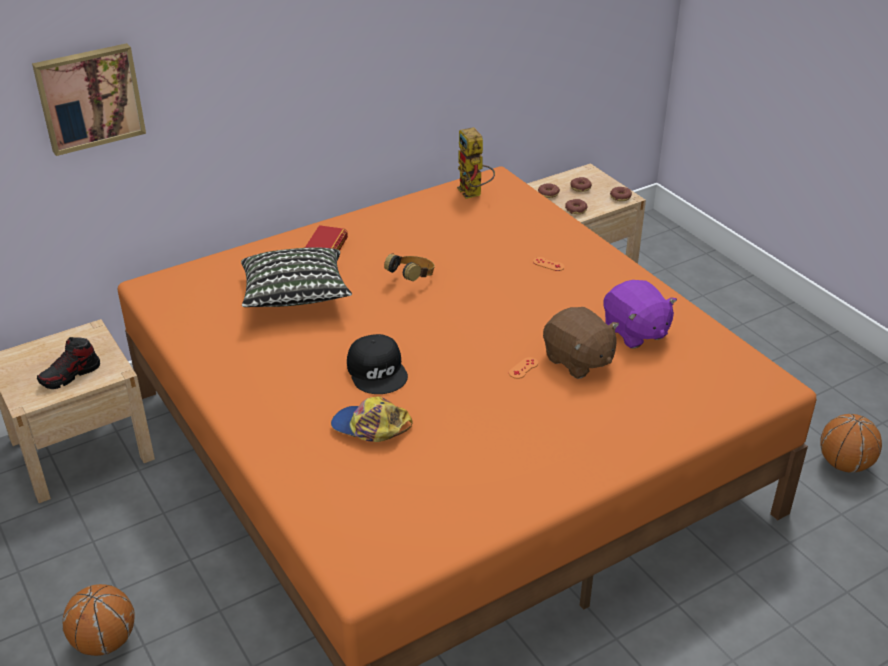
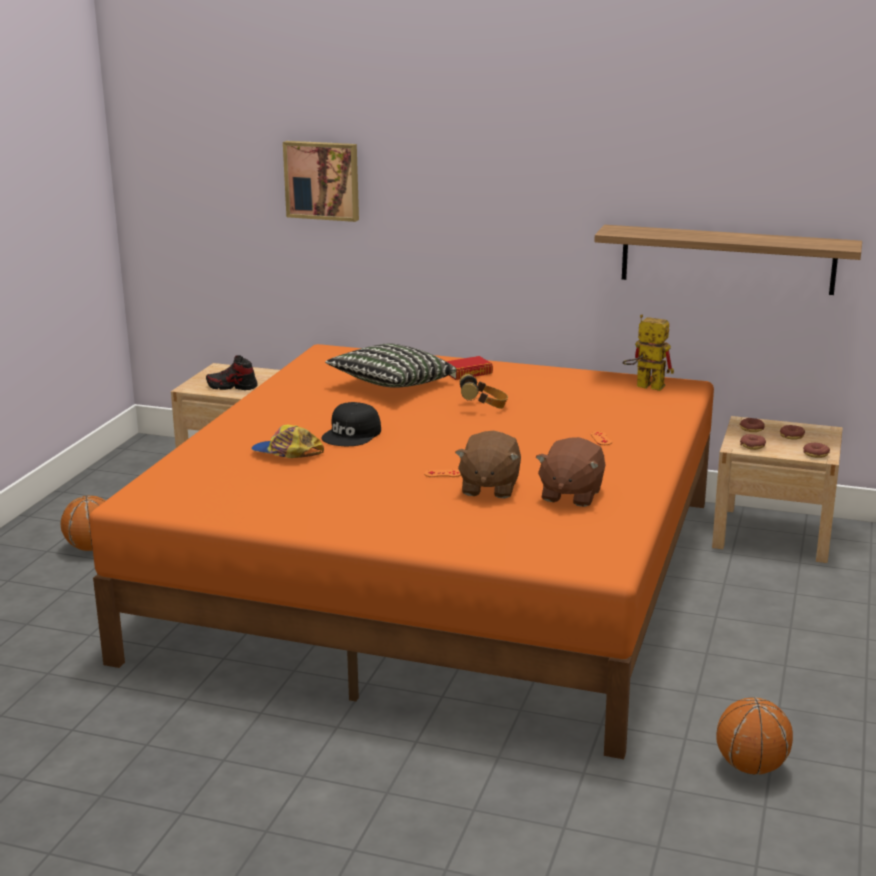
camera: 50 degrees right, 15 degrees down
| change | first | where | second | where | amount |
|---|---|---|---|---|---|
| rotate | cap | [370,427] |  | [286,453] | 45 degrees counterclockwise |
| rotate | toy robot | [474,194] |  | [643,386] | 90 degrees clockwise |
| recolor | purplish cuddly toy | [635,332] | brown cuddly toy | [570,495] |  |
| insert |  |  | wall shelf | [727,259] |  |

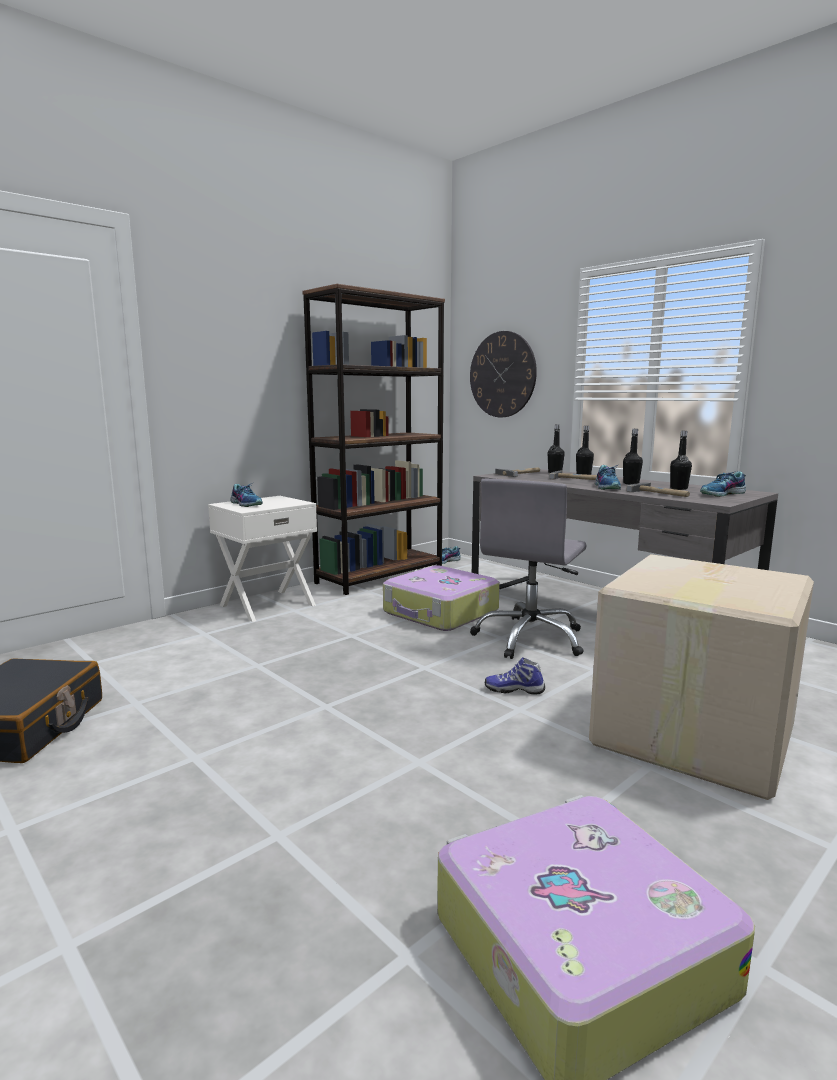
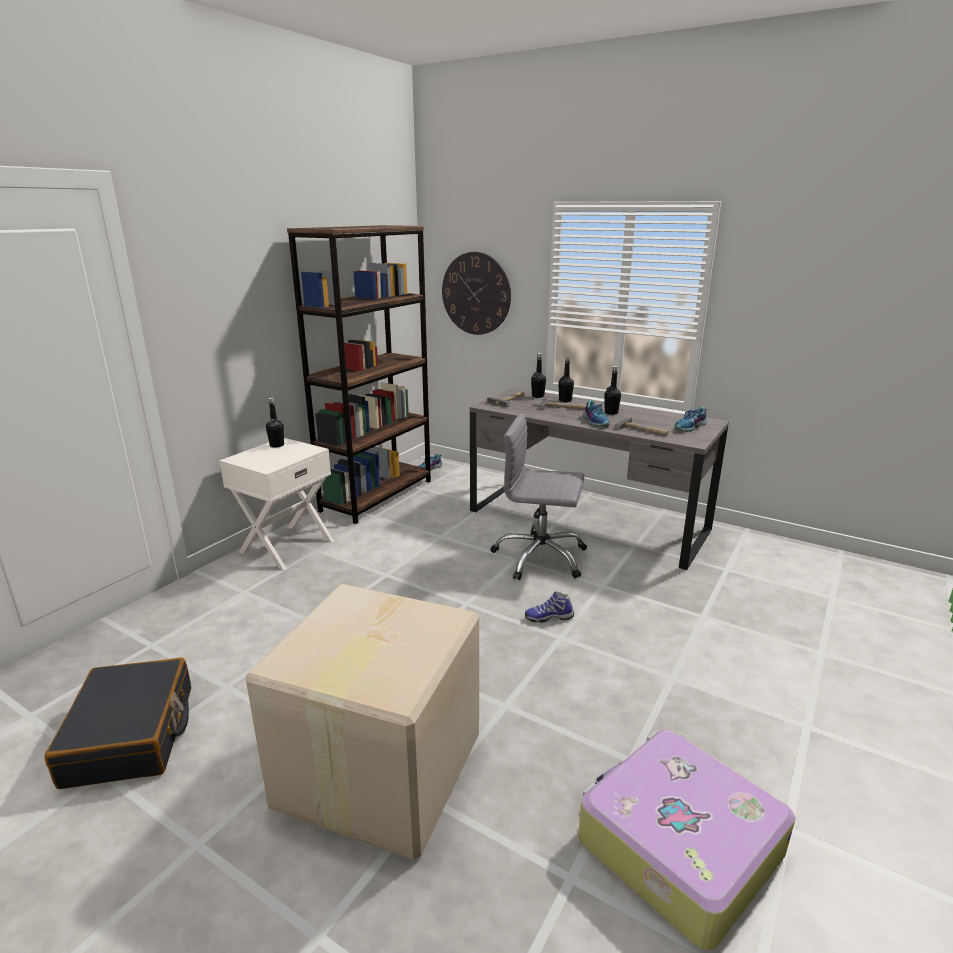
camera: 15 degrees left, 10 degrees up
| change | first | where | second | where | amount |
|---|---|---|---|---|---|
| delete | low shoe | [246,504] |  |  |  |
| delete | travel case | [440,612] |  |  |  |
| rotate | gray desk chair | [530,638] |  | [540,557] | 90 degrees clockwise |
| move | packing box | [690,735] |  | [376,771] |  |
| move | black-coloured bottle | [678,488] |  | [277,445] |  |

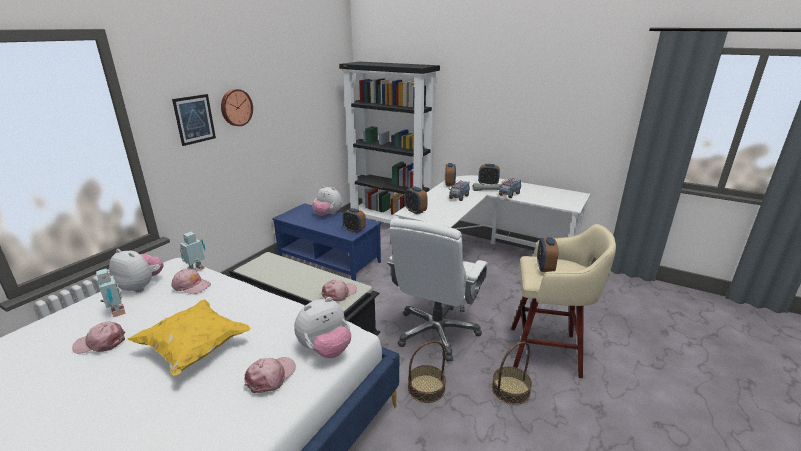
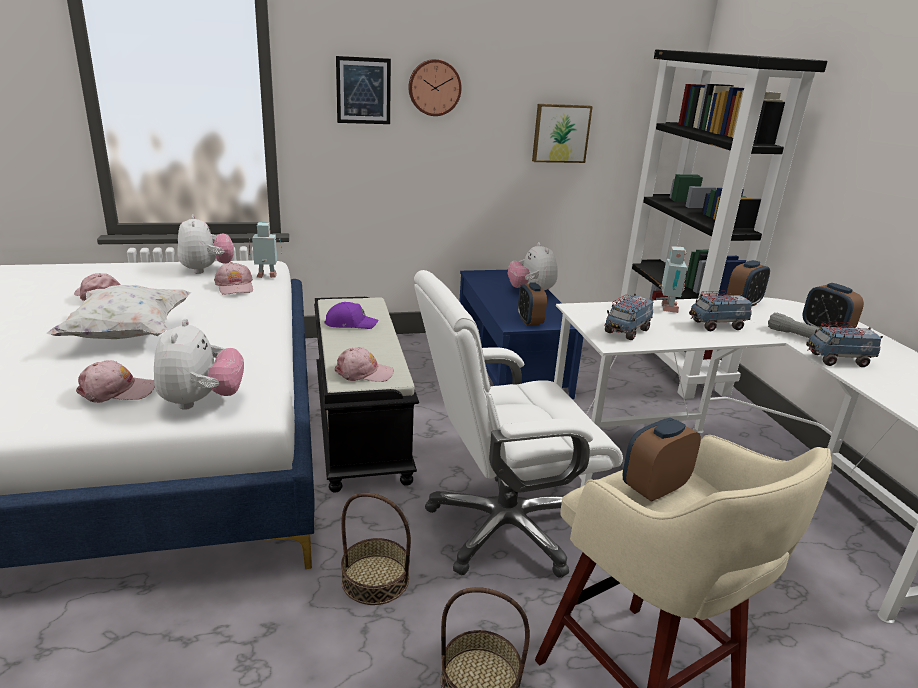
camera: 45 degrees right, 0 degrees up
| change | first | where | second | where | amount |
|---|---|---|---|---|---|
| move | toy robot | [116,313] |  | [667,309] |  |
| recolor | yellow-coloured cushion | [195,349] | white-coloured cushion | [128,334] |  |
| rotate | cuddly toy | [325,350] |  | [201,401] | 105 degrees counterclockwise |
| delete | bedside clock | [415,211] |  |  |  |
| insert |  |  | purplish cap | [350,323] |  |
| insert |  |  | wall art | [560,133] |  |
| insert |  |  | toy lorry | [626,331] |  |

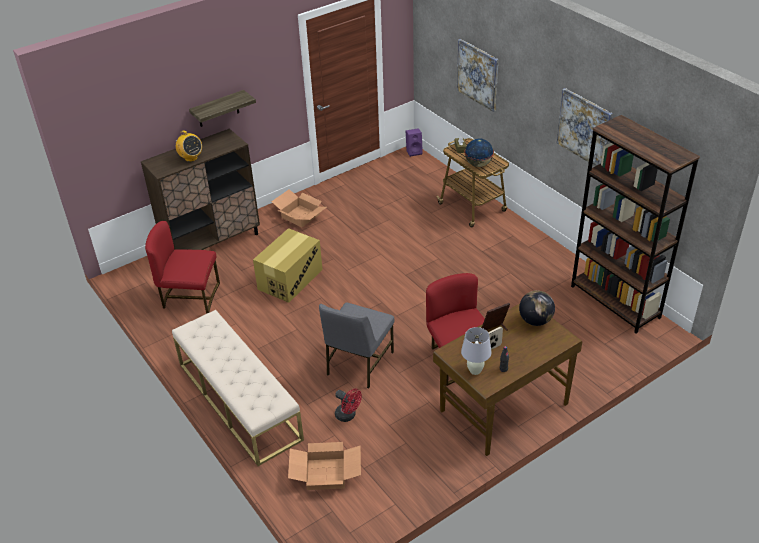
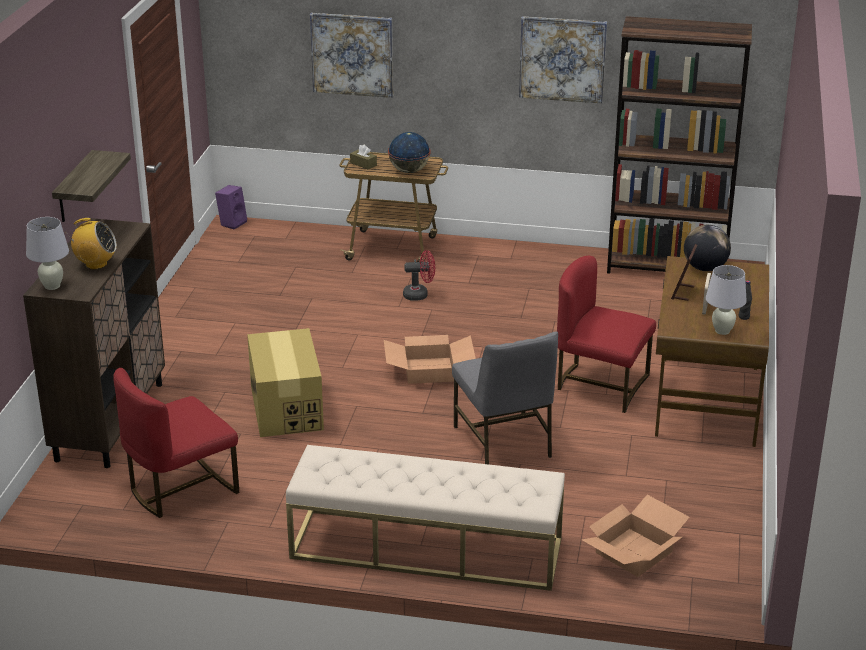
camera: 45 degrees left, 10 degrees down
| change | first | where | second | where | amount |
|---|---|---|---|---|---|
| move | packing box | [301,216] |  | [429,370] |  |
| move | reddish cooling fan | [348,416] |  | [420,295] |  |
| insert |  |  | white-coloured tabletop lamp | [52,286] |  |

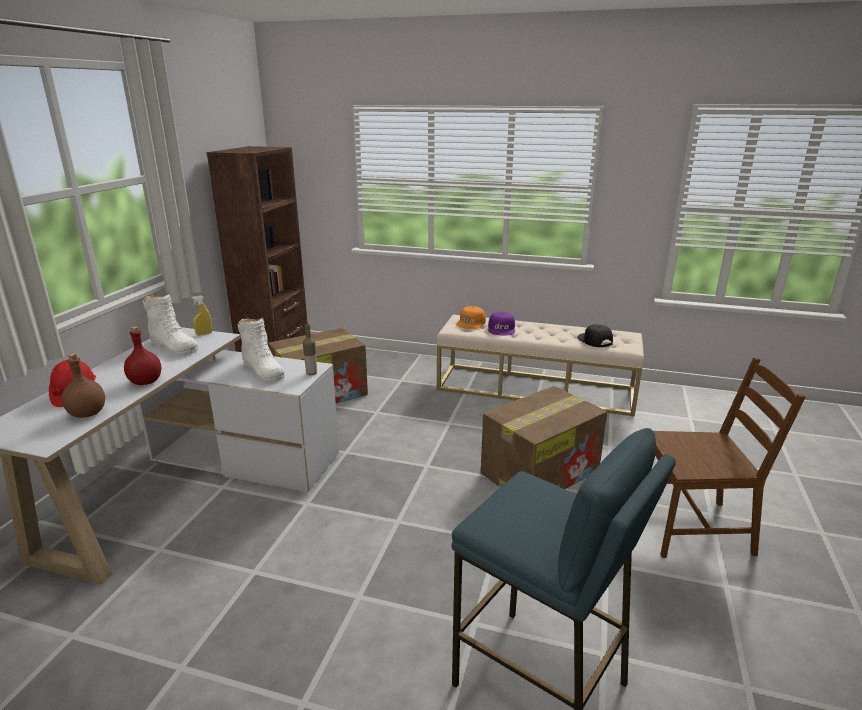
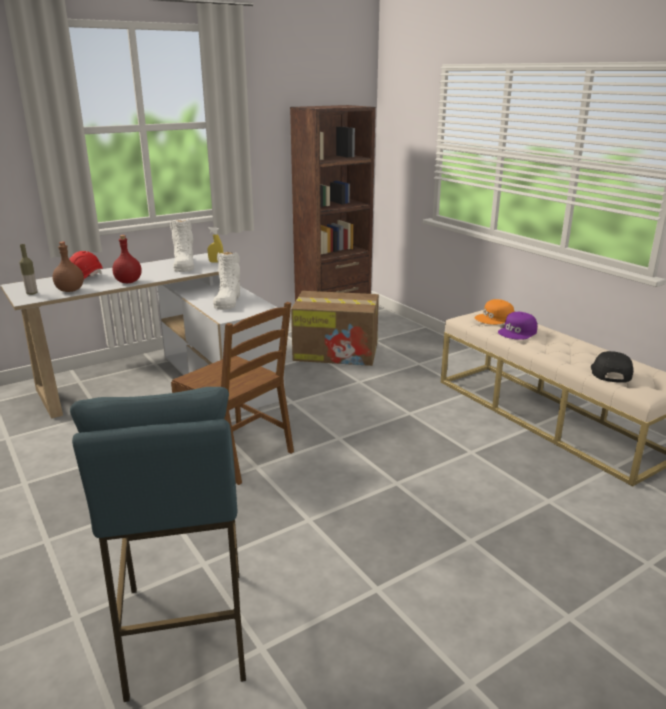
camera: 40 degrees right, 0 degrees up
| change | first | where | second | where | amount |
|---|---|---|---|---|---|
| move | bottle | [311,373] |  | [32,293] |  |
| delete | packing box | [541,471] |  |  |  |
| move | brown upright chair | [693,527] |  | [238,452] |  |

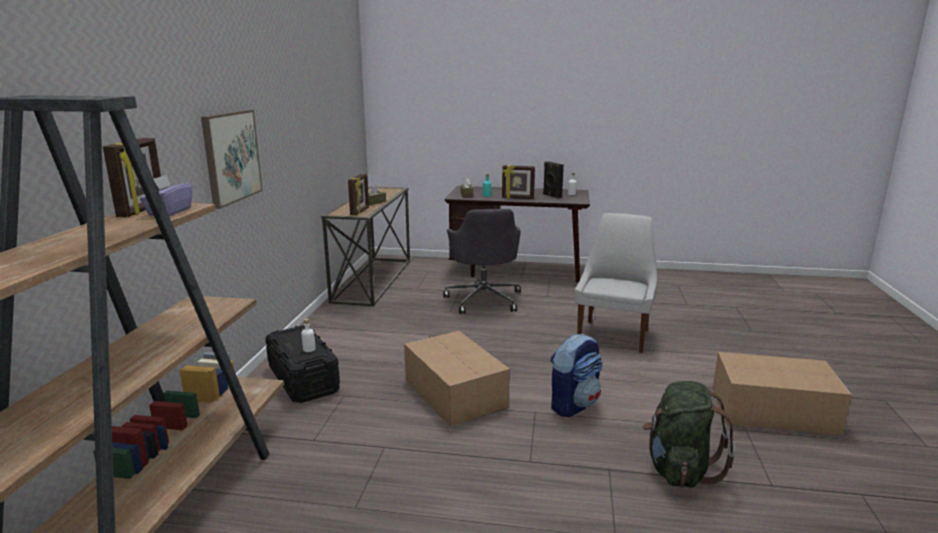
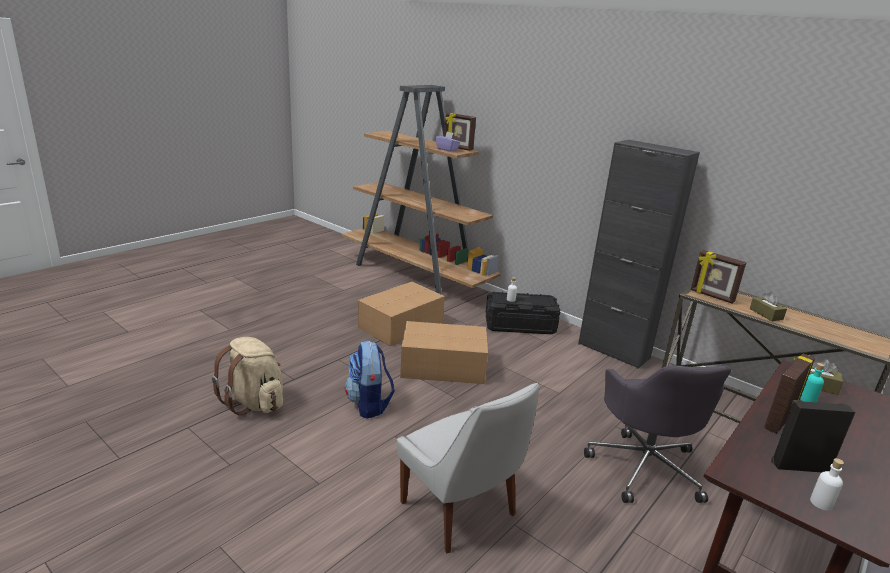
camera: 120 degrees right, 5 degrees up
| change | first | where | second | where | amount |
|---|---|---|---|---|---|
| delete | wall art | [231,157] |  |  |  |
| rotate | gray desk chair | [484,299] |  | [645,466] | 120 degrees counterclockwise |
| recolor | greenish knapsack | [679,469] | sand-coloured knapsack | [254,402] |  |
| move | packing box | [771,410] |  | [402,325] |  |
| insert |  |  | black-coloured cabinet | [613,351] |  |

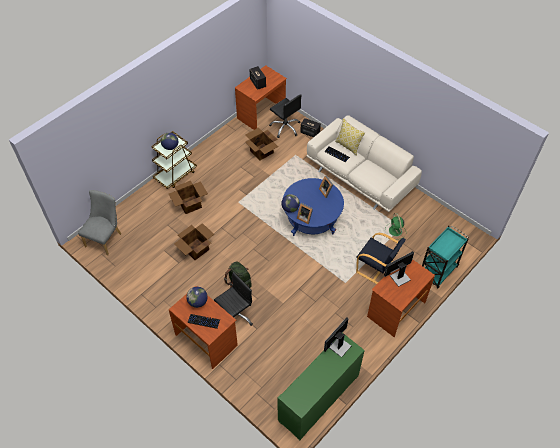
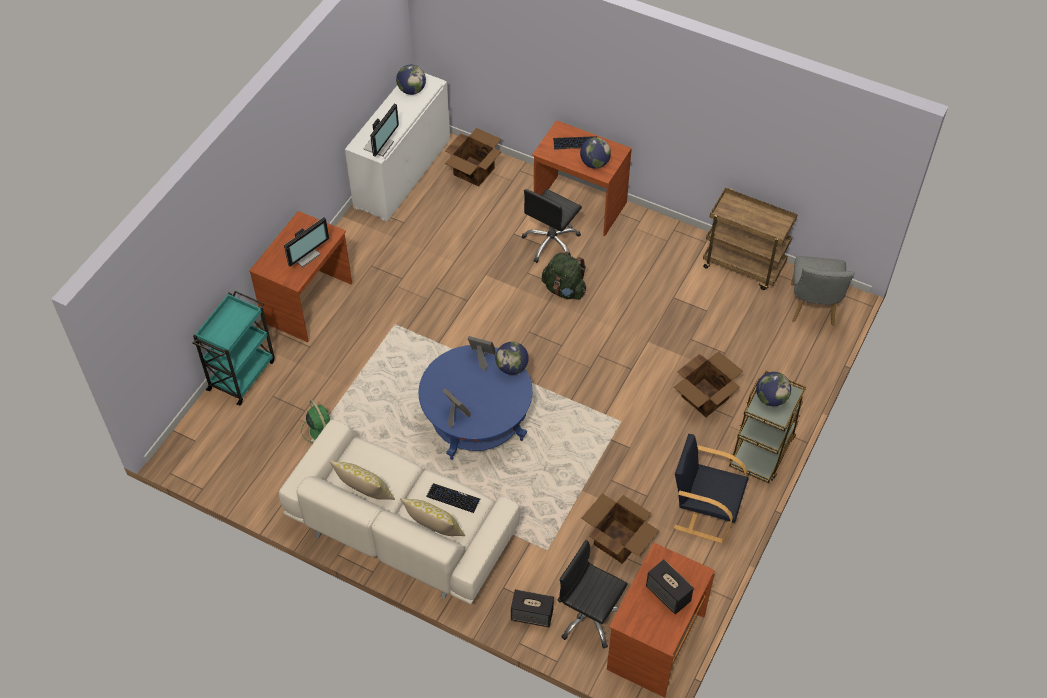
camera: 165 degrees right, 0 degrees up
| change | first | where | second | where | amount |
|---|---|---|---|---|---|
| move | packing box | [195,249] |  | [474,171] |  |
| recolor | greenish cabinet | [318,397] | white-coloured cabinet | [402,173] |  |
| move | black-coloured armchair | [376,268] |  | [704,510] |  |
| insert |  |  | cushion | [365,494] |  |
| insert |  |  | desk globe | [412,90] |  |
| insert |  |  | brown wheeled cart | [744,266] |  |

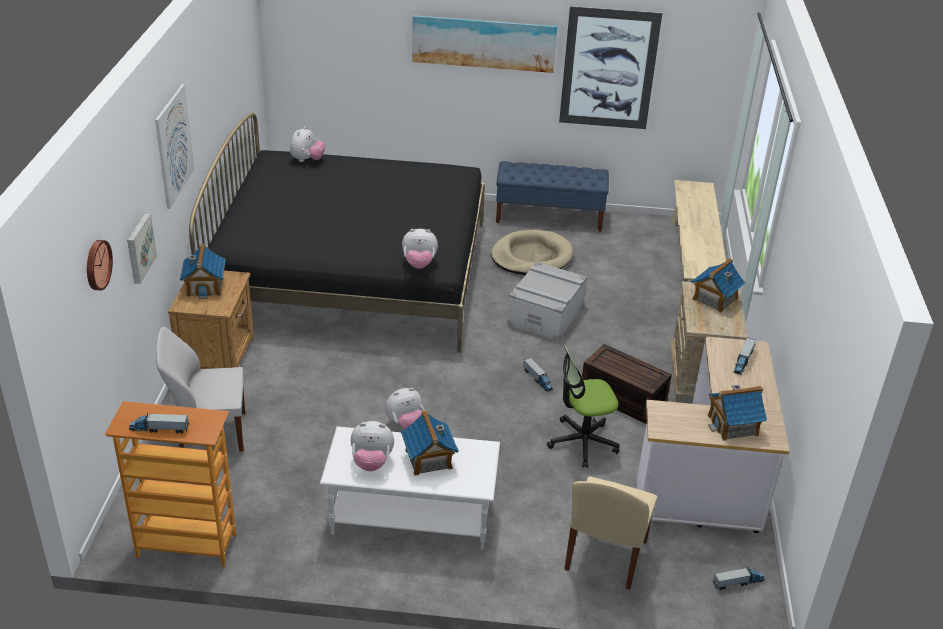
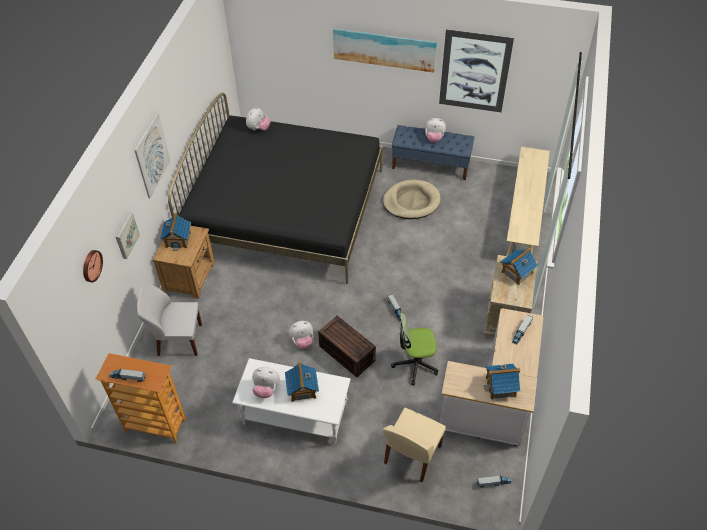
camera: 10 degrees right, 15 degrees up
| change | first | where | second | where | amount |
|---|---|---|---|---|---|
| move | cuddly toy | [419,264] |  | [434,138] |  |
| delete | gray storage bin | [545,315] |  |  |  |
| move | brown storage bin | [621,398] |  | [345,353] |  |

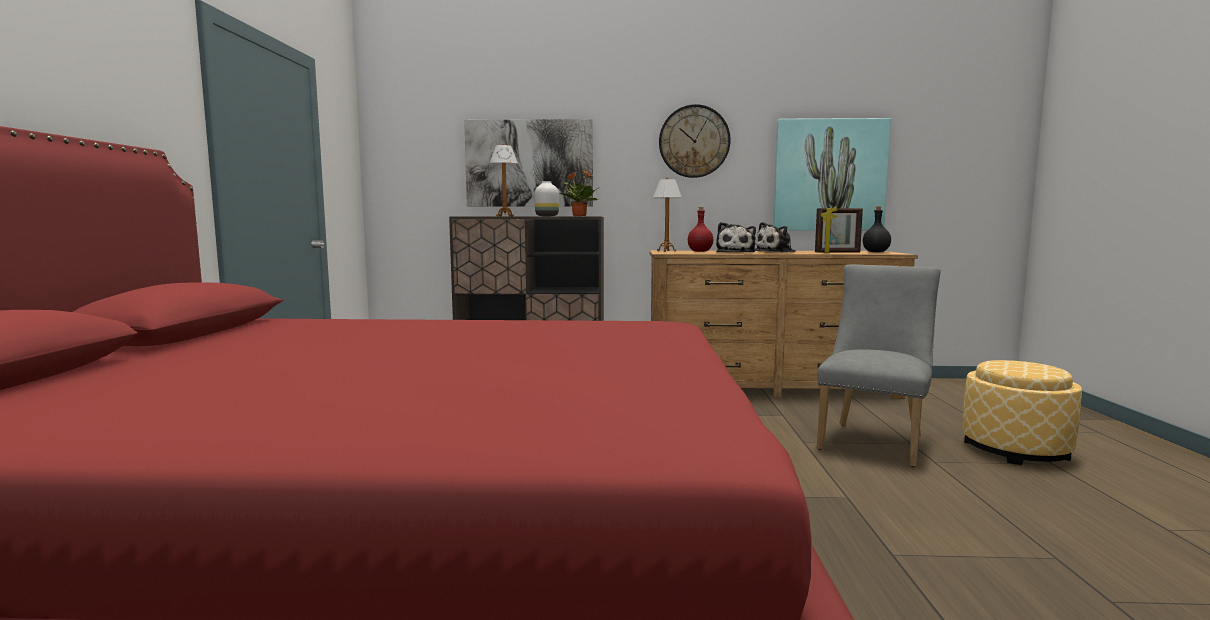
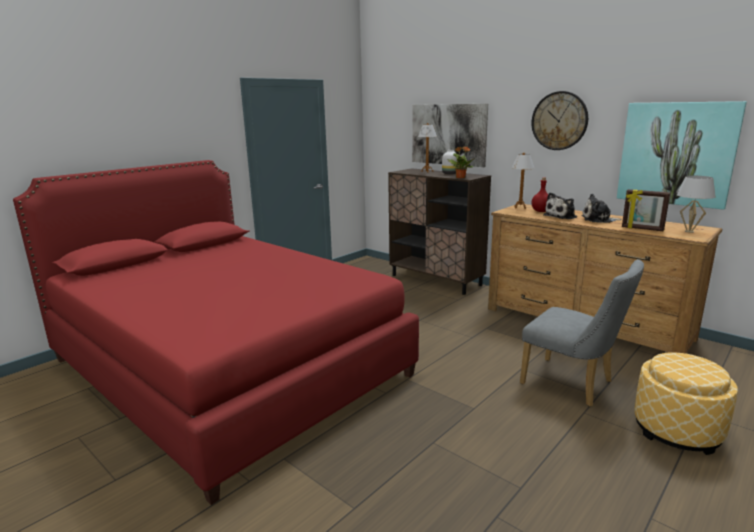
camera: 40 degrees right, 10 degrees up
| change | first | where | second | where | amount |
|---|---|---|---|---|---|
| rotate | gray upright chair | [874,441] |  | [573,384] | 60 degrees clockwise |
| replace | black-coloured bottle | [875,252] | white-coloured tabletop lamp | [689,231] |  |

